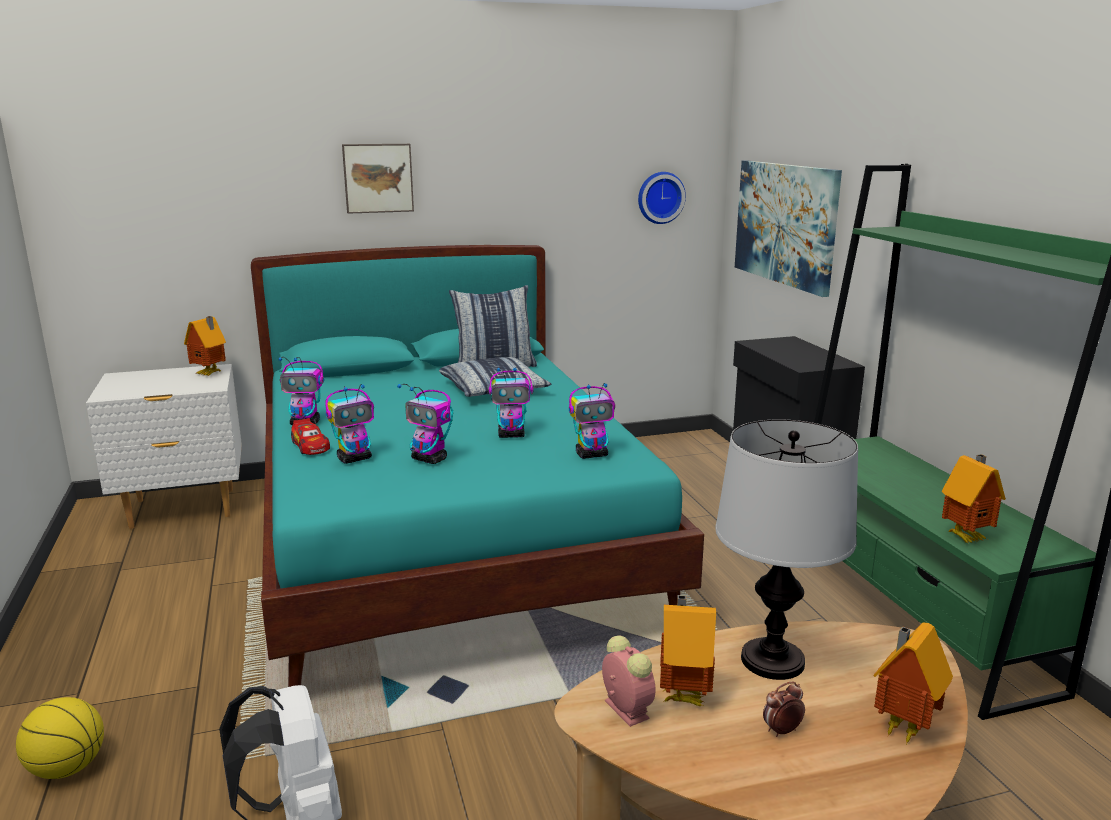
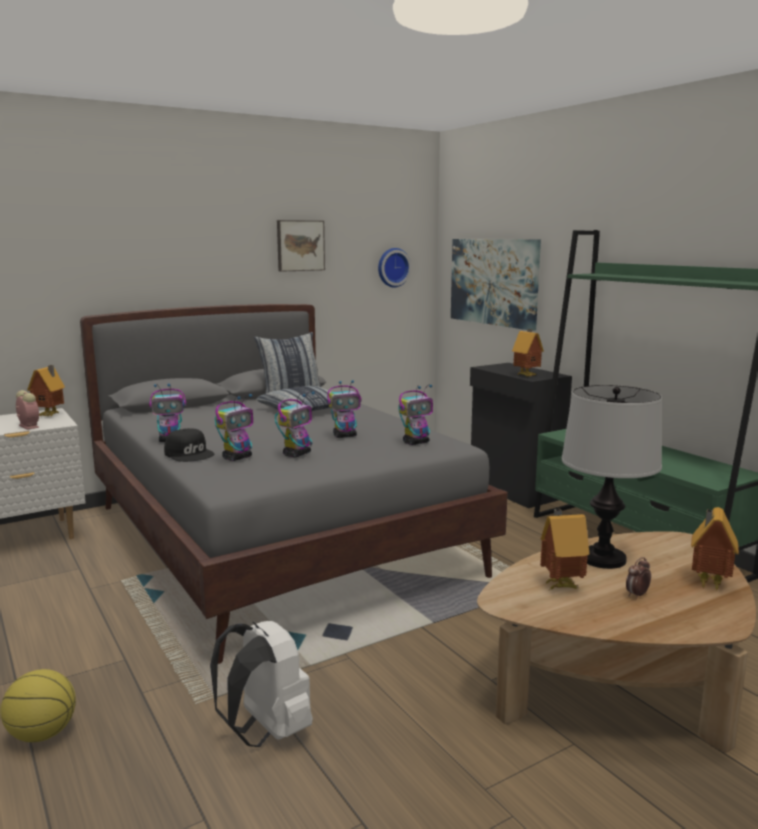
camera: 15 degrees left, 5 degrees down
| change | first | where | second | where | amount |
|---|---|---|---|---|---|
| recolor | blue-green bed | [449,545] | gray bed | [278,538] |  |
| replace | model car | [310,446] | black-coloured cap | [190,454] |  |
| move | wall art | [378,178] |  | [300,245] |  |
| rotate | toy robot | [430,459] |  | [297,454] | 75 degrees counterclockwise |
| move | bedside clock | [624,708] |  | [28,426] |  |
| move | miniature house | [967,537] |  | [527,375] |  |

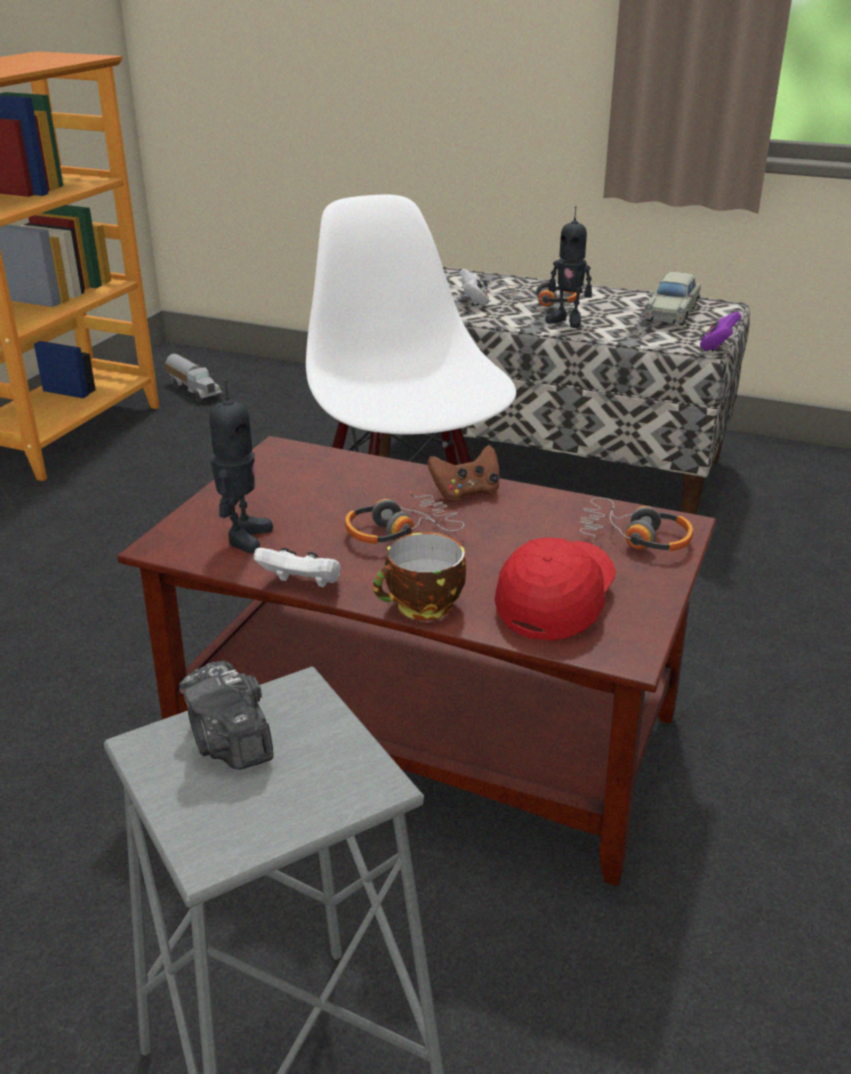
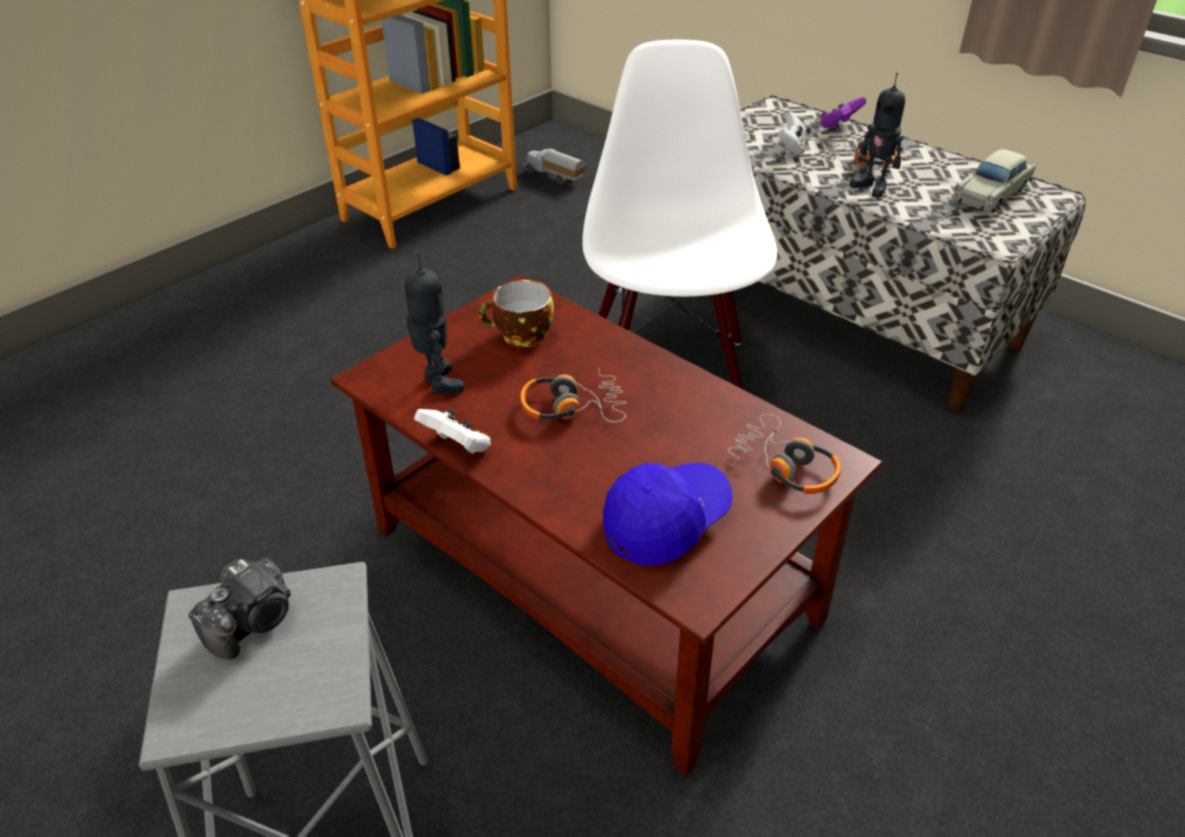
camera: 20 degrees right, 10 degrees up
| change | first | where | second | where | amount |
|---|---|---|---|---|---|
| rotate | toy lorry | [194,390] |  | [554,177] | 150 degrees clockwise |
| rotate | still camera | [229,742] |  | [253,622] | 135 degrees counterclockwise |
| rotate | toy robot | [243,537] |  | [438,383] | 60 degrees counterclockwise |
| move | small cup | [422,607] |  | [521,337] |  |
| delete | brown gamepad | [466,492] |  |  |  |
| recolor | reddish cap | [556,602] | blue-coloured cap | [666,522] |  |
| move | purplish gamepad | [717,347] |  | [839,126] |  |

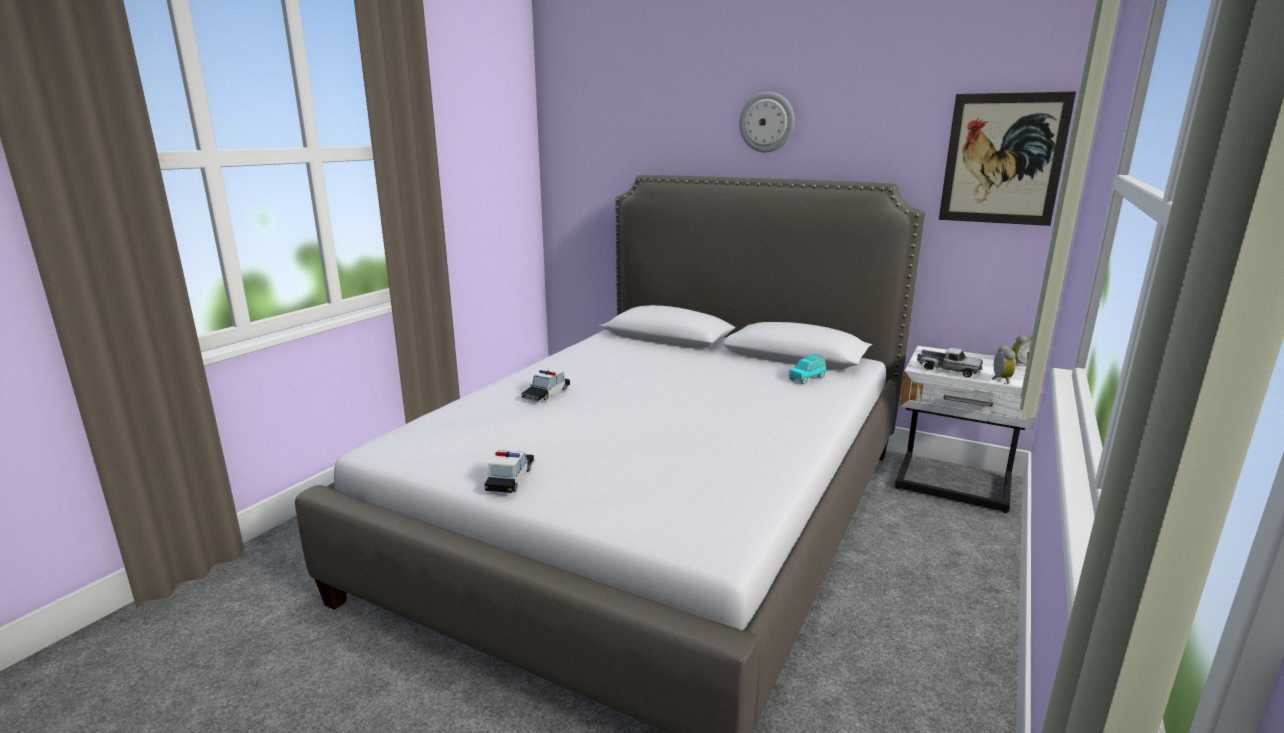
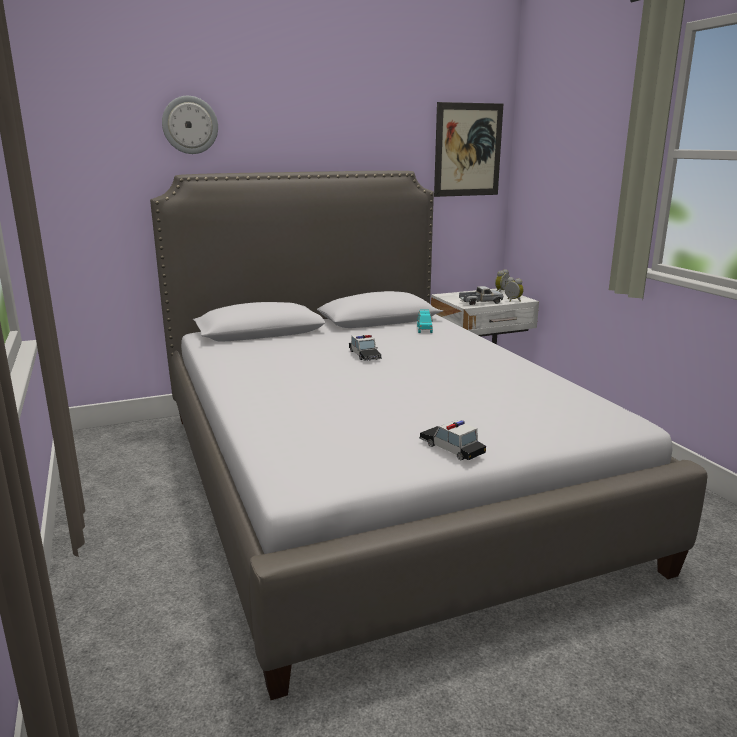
camera: 50 degrees left, 0 degrees up
| change | first | where | second | where | amount |
|---|---|---|---|---|---|
| move | model car | [546,393] |  | [364,355] |  |
| move | hanging clock | [766,122] |  | [190,125] |  |

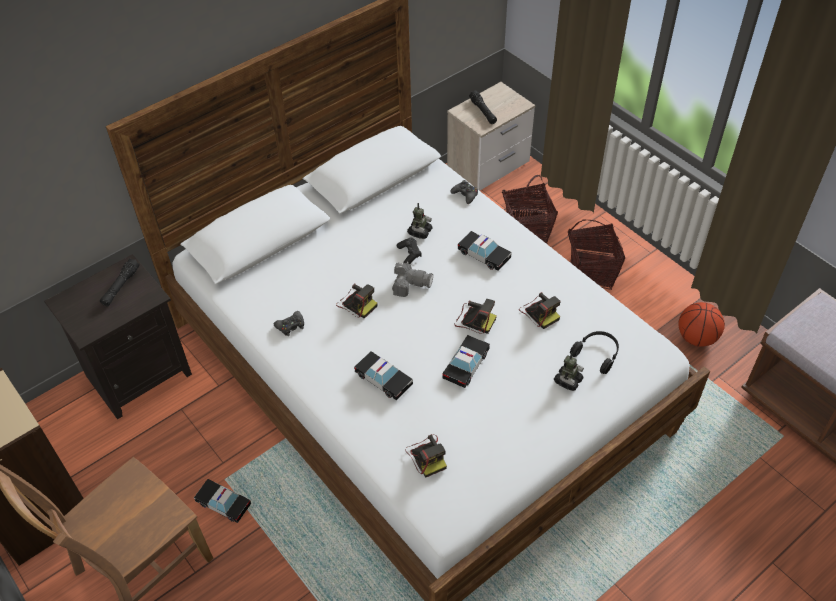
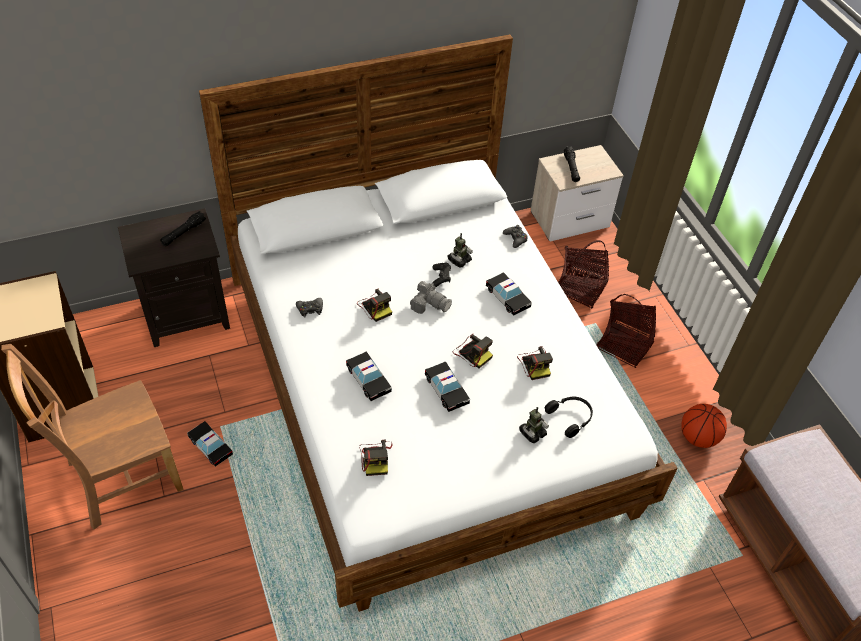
camera: 15 degrees right, 0 degrees up
| change | first | where | second | where | amount |
|---|---|---|---|---|---|
| rotate | model car | [466,365] |  | [446,390] | 105 degrees clockwise |

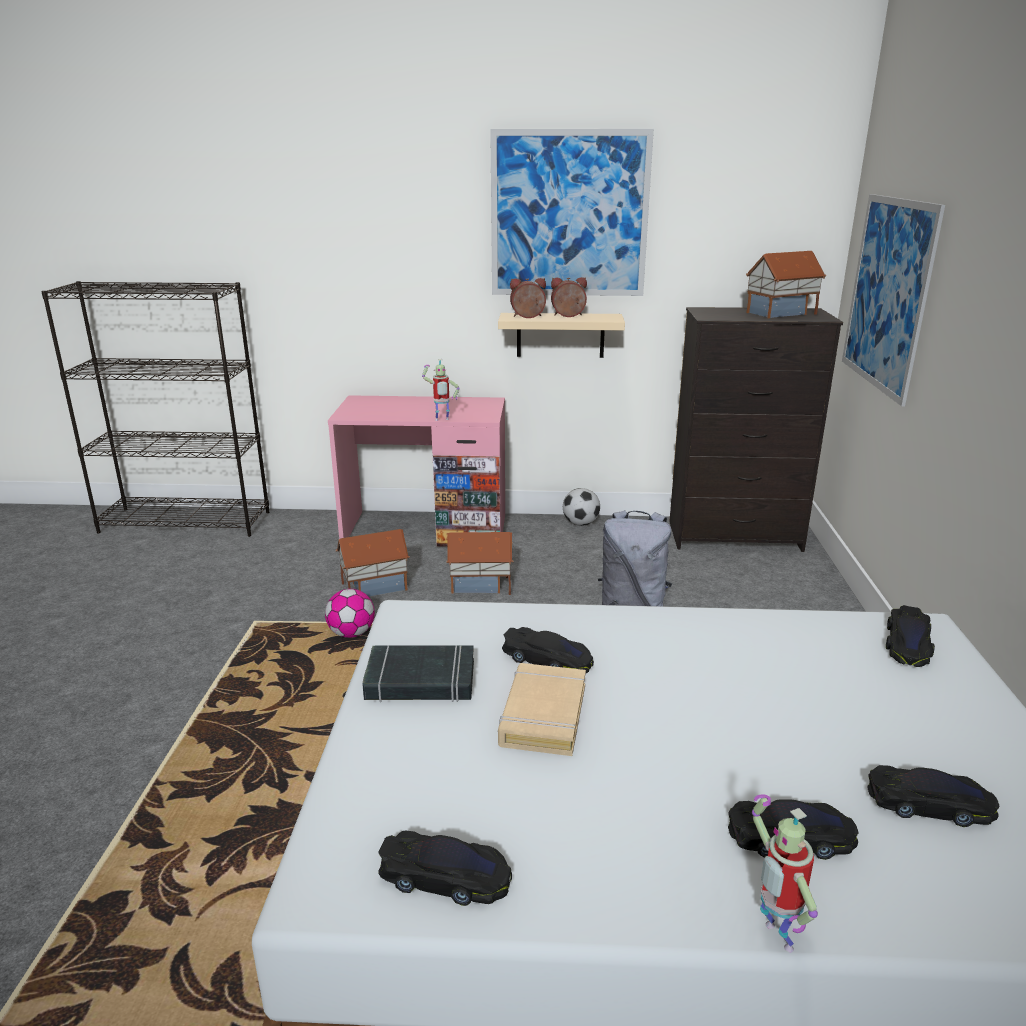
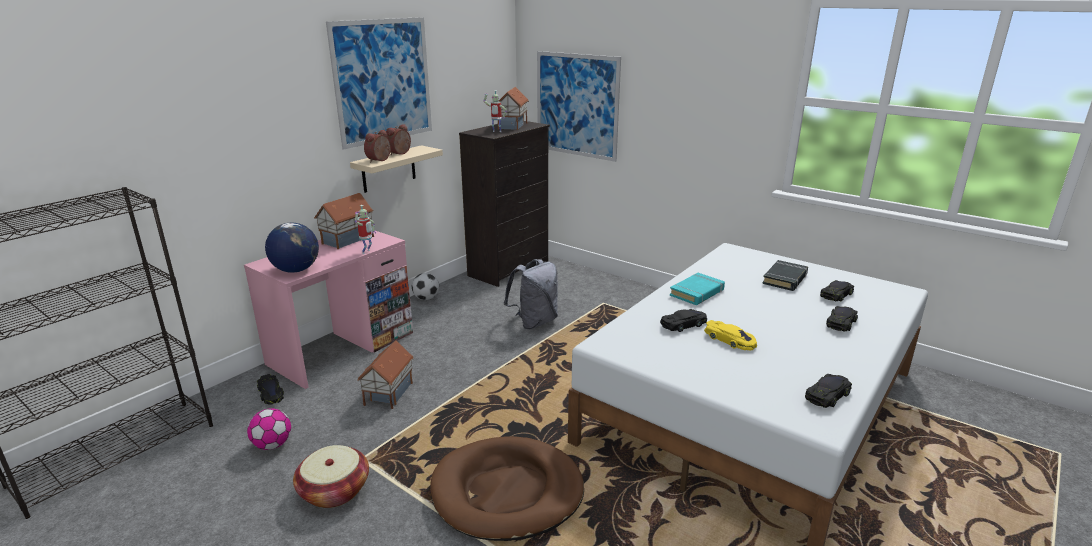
camera: 55 degrees left, 0 degrees up
| change | first | where | second | where | amount |
|---|---|---|---|---|---|
| move | football ball | [351,633] |  | [273,445] |  |
| move | black-coloured volume | [420,681] |  | [785,279] |  |
| move | miniature house | [481,586] |  | [348,240] |  |
| replace | sand-coloured volume | [543,715] | yellow-coloured model car | [730,340] |  |
| move | toy robot | [773,937] |  | [496,132] |  |
| move | black-coloured model car | [908,643] |  | [271,393] |  |
| insert |  |  | desk globe | [296,270] |  |
| insert |  |  | basket | [334,491] |  |
| insert |  |  | brown pet bed | [507,492] |  |
| insert |  |  | blue-green volume | [697,293] |  |

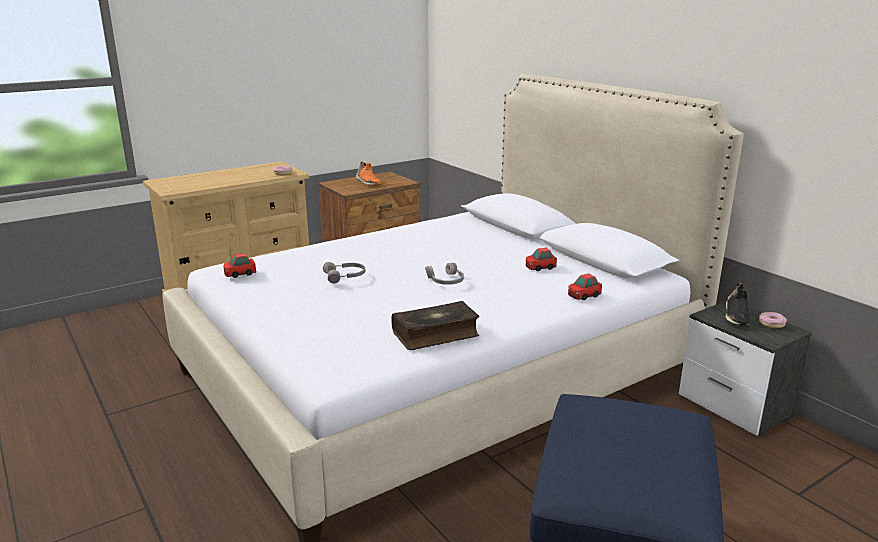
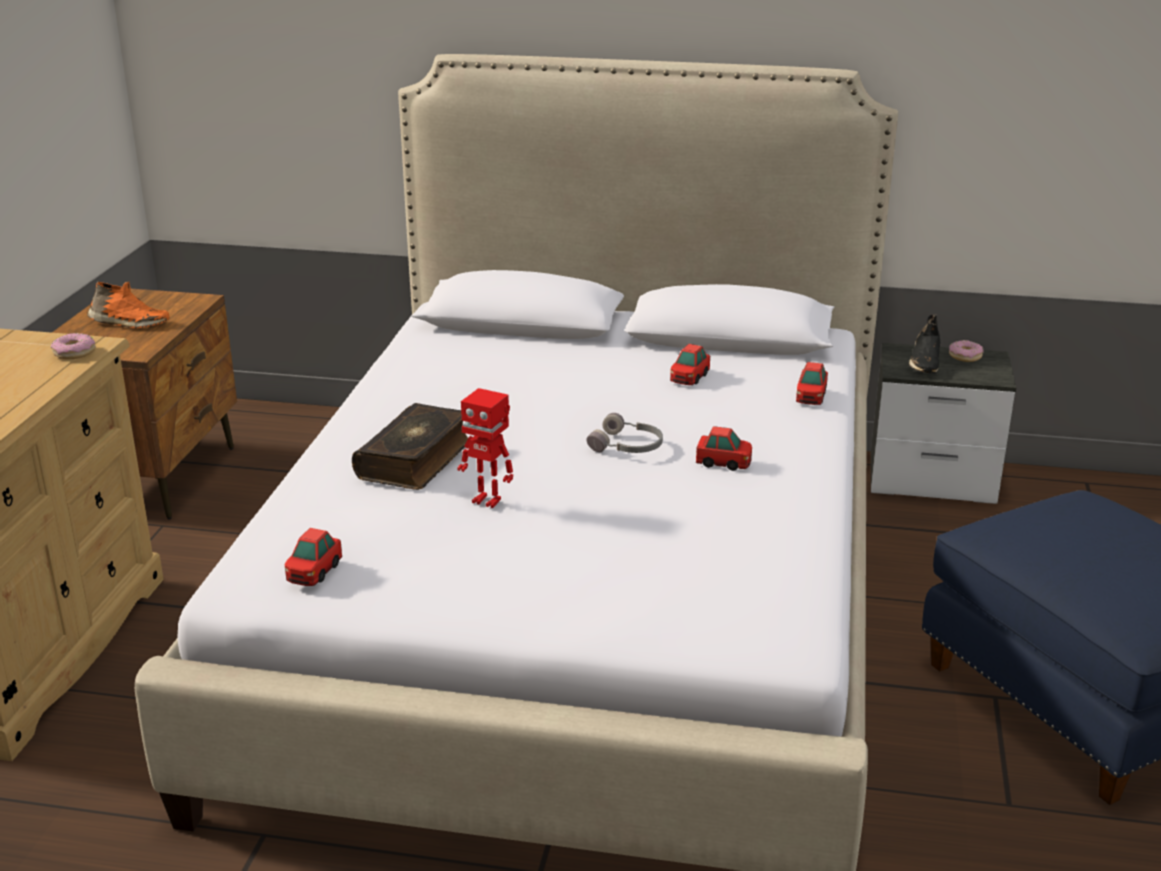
camera: 45 degrees left, 5 degrees up
| change | first | where | second | where | amount |
|---|---|---|---|---|---|
| replace | gray headset | [345,276] | toy robot | [488,500] |  |
| move | volume | [436,334] |  | [416,460] |  |
| rotate | black-coloured low shoe | [735,317] |  | [924,362] | 45 degrees clockwise |
| insert |  |  | model car | [724,463] |  |

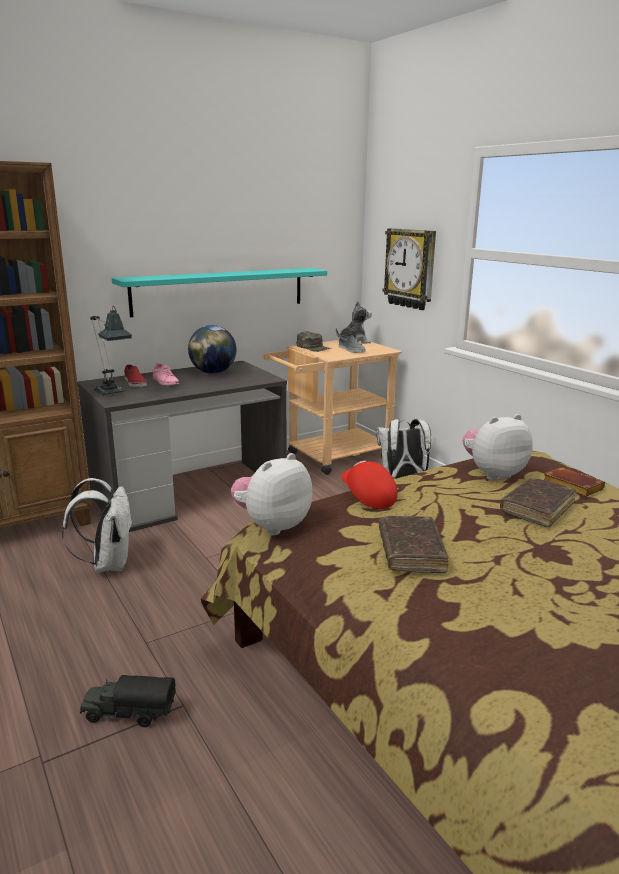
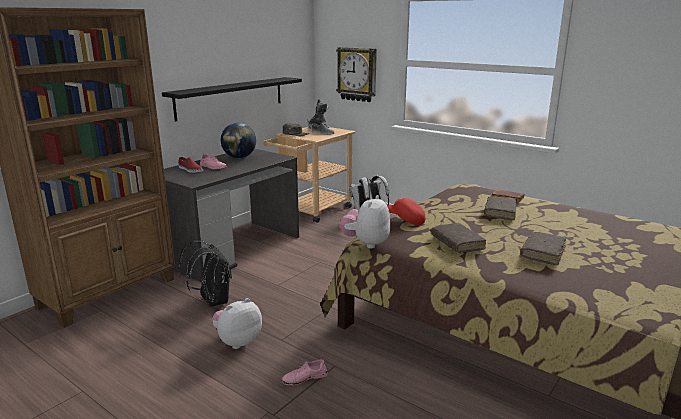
camera: 20 degrees left, 0 degrees up
| change | first | where | second | where | amount |
|---|---|---|---|---|---|
| recolor | white-coloured knapsack | [108,564] | black-coloured knapsack | [212,301] |  |
| replace | toy lorry | [128,713] | pink low shoe | [305,378] |  |
| delete | tabletop lamp | [112,393] |  |  |  |
| recolor | blue-green wall shelf | [220,291] | black-coloured wall shelf | [231,97] |  |
| move | cuddly toy | [493,474] |  | [237,341] |  |
| insert |  |  | brown volume | [542,253] |  |

